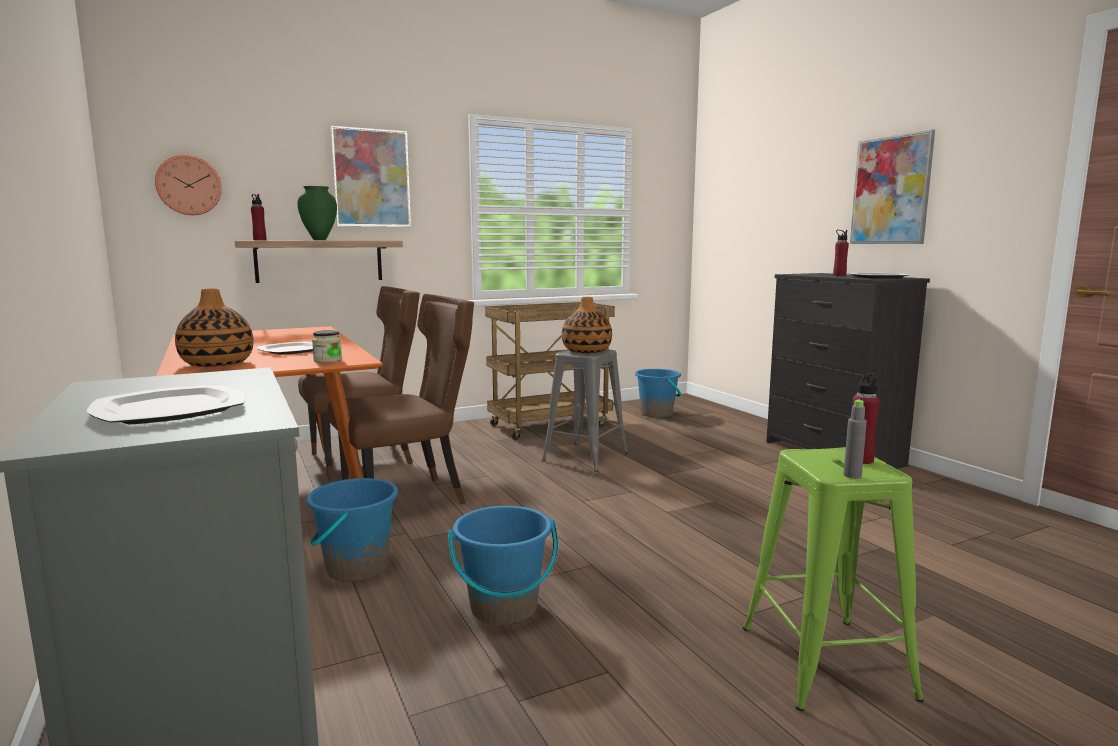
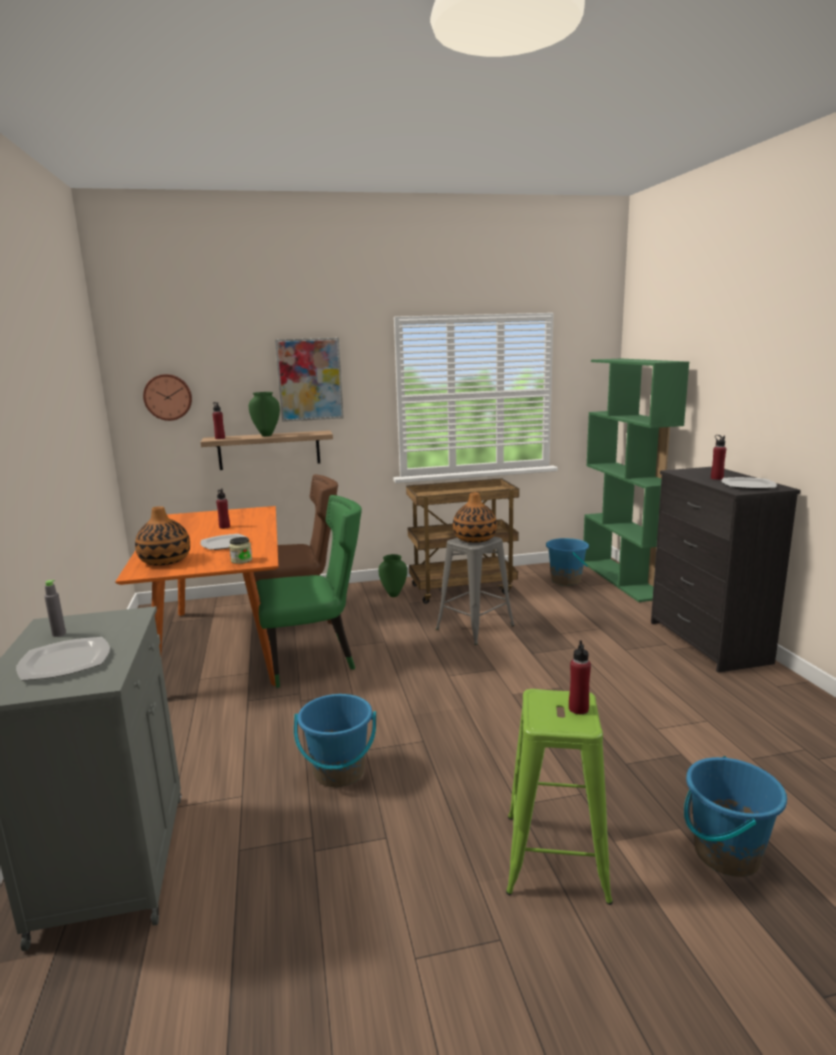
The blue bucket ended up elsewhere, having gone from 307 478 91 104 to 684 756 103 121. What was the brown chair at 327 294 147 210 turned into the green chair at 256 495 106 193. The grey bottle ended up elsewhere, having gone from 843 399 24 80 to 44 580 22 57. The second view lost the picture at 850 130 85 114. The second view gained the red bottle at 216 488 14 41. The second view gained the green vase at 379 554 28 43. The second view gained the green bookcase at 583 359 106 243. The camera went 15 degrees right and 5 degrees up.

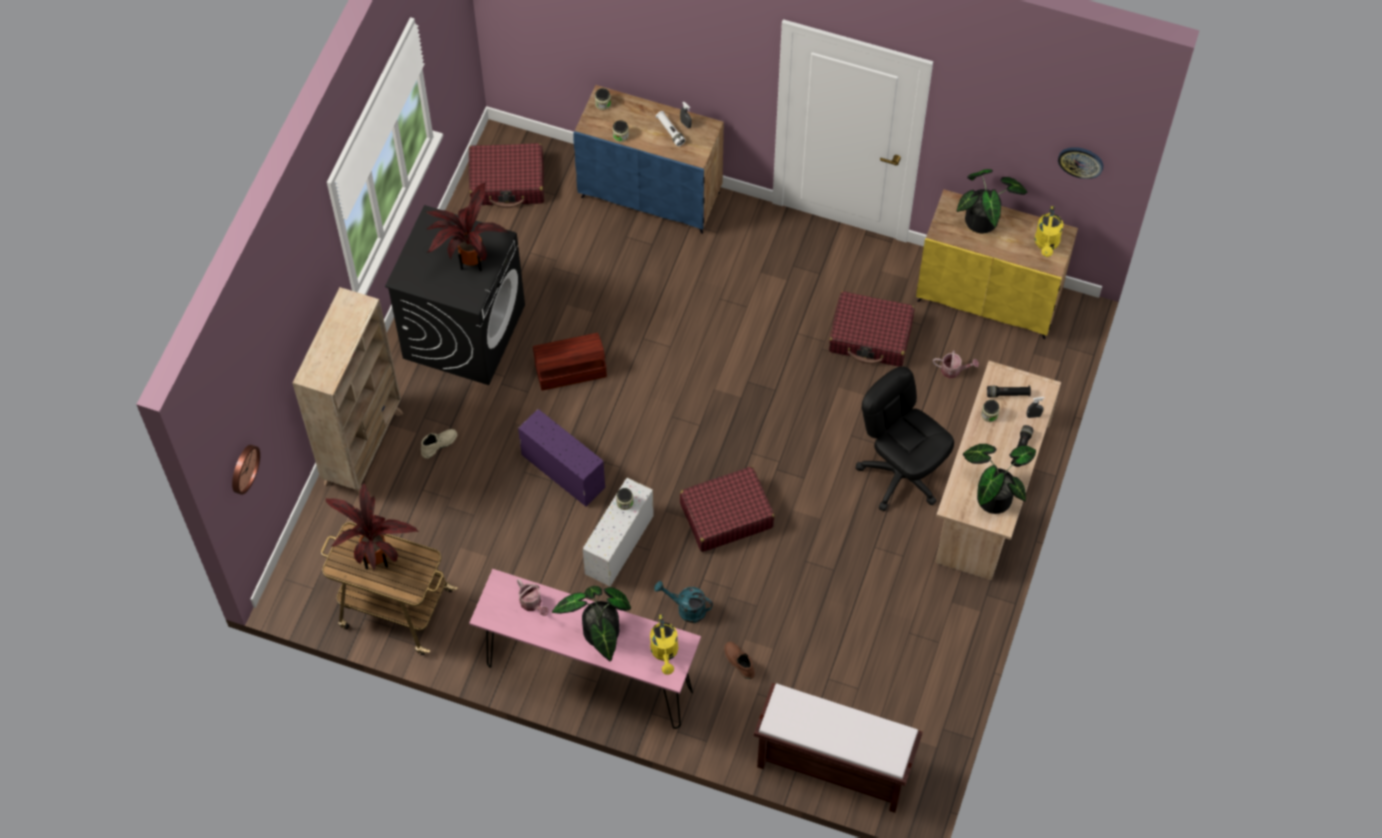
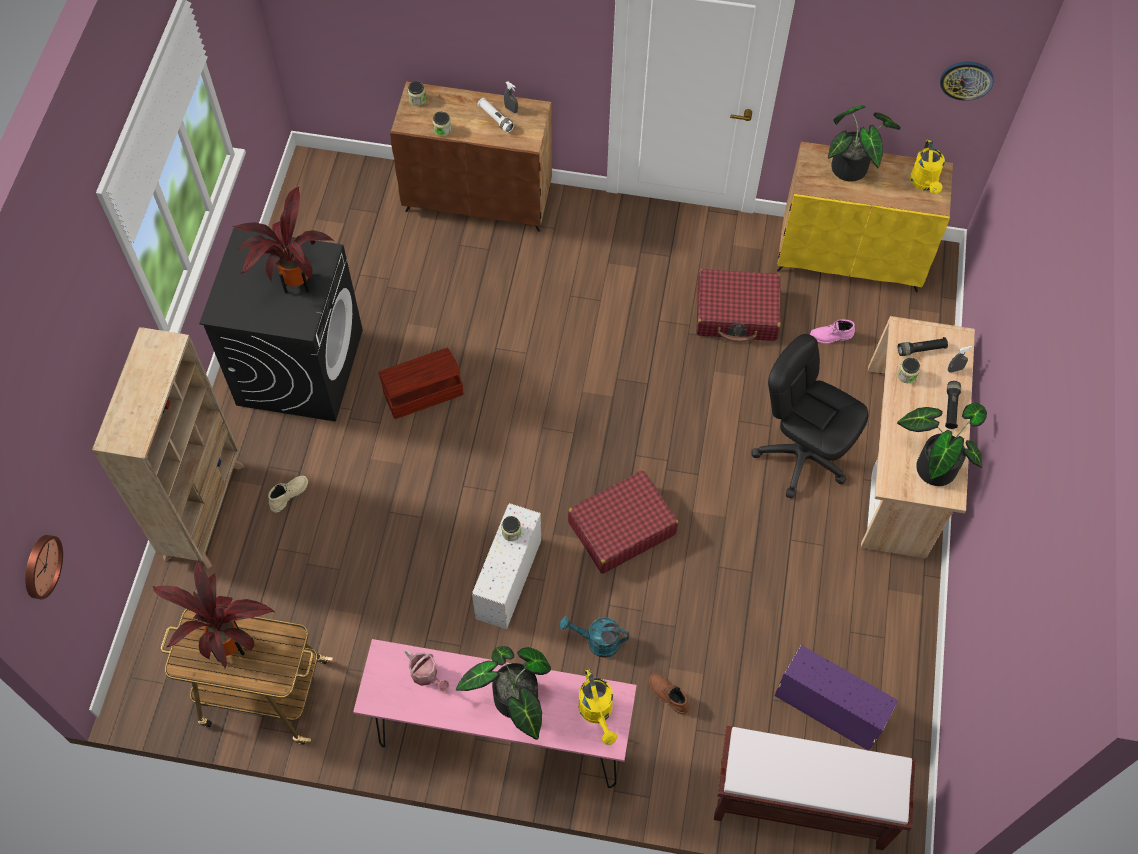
The second view lost the red suitcase at 469 143 75 65. The purple storage box ended up elsewhere, having gone from 518 409 87 97 to 774 645 125 106. What was the blue cabinet at 573 85 151 149 turned into the brown cabinet at 390 81 162 151. Where the watering can stood at 933 350 46 28, the pink boot came to stand at 810 319 45 25. The camera went 10 degrees left and 0 degrees up.

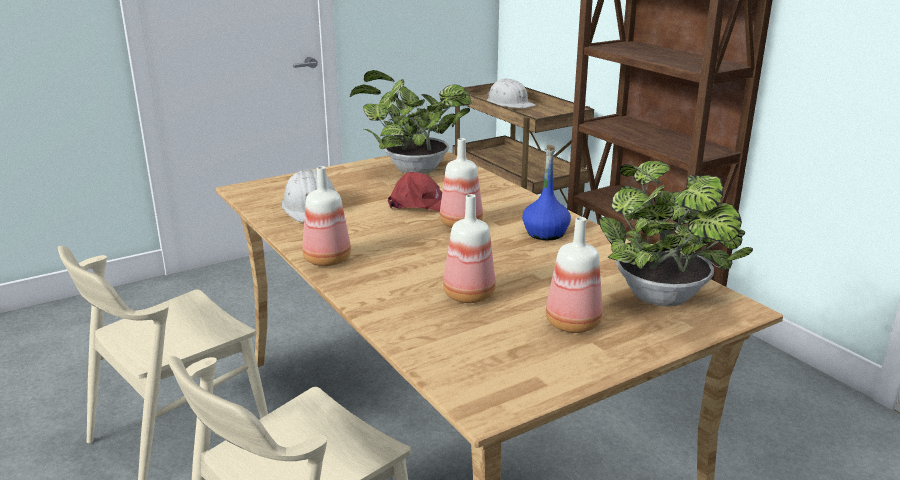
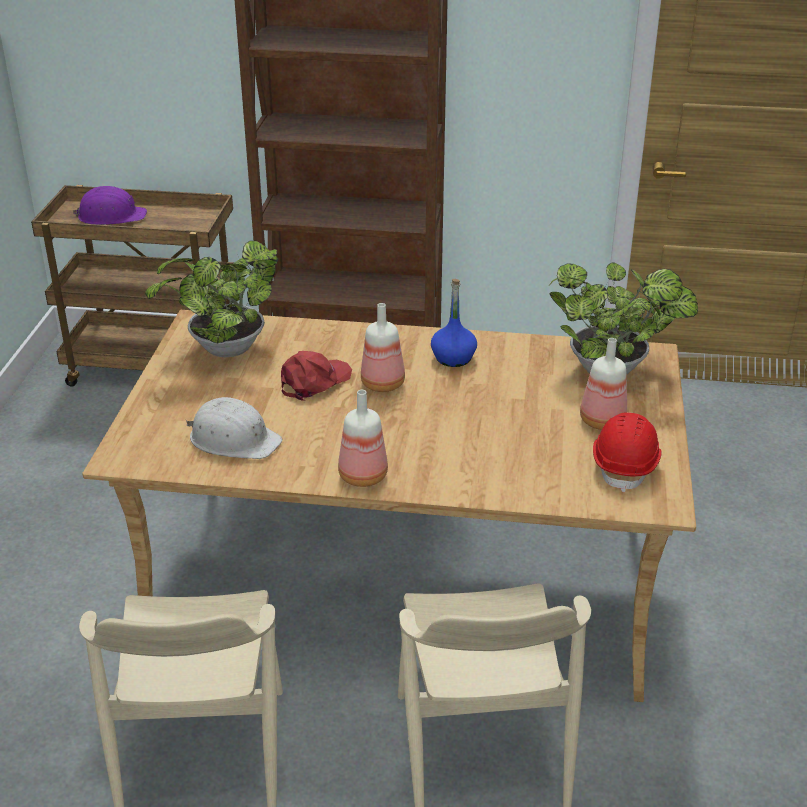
The second view lost the bottle at 443 194 53 109. What was the white hard hat at 487 79 49 30 turned into the purple hard hat at 72 186 75 39. The second view gained the red hard hat at 593 412 69 80. The camera went 50 degrees left and 10 degrees up.

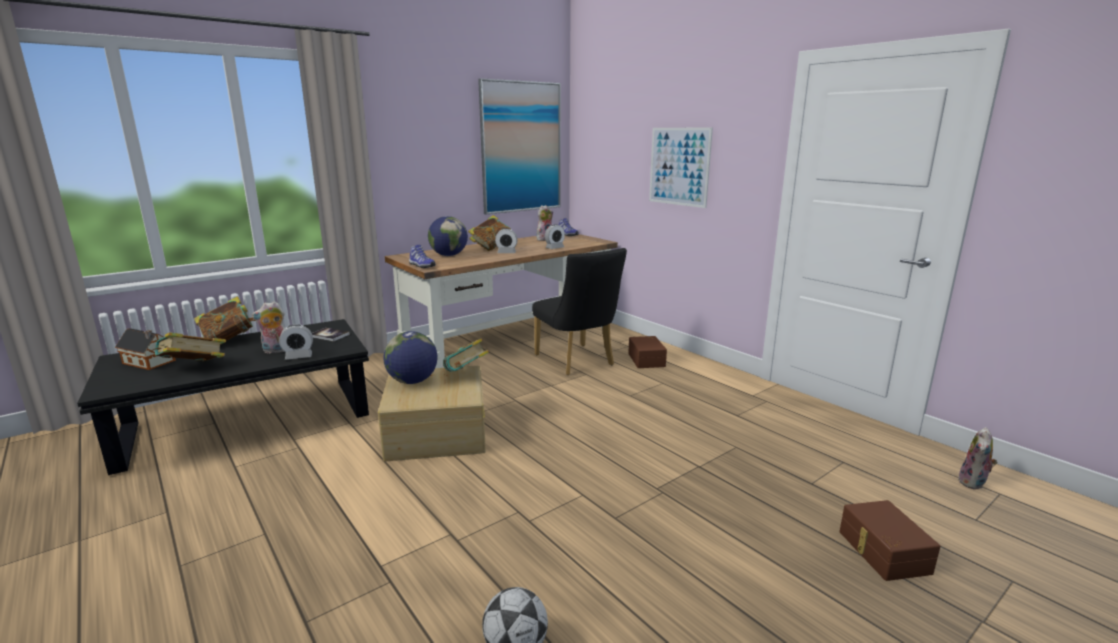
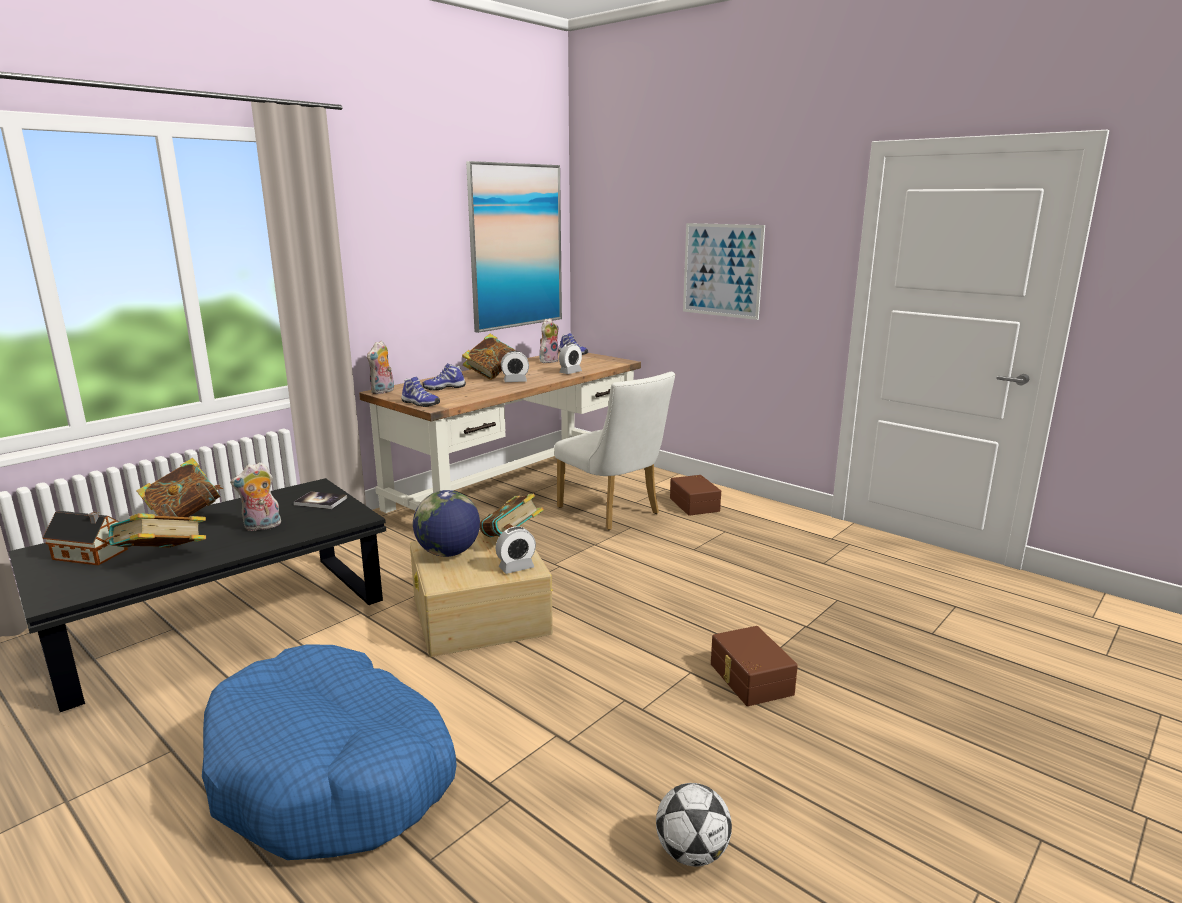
The alarm clock ended up elsewhere, having gone from 279 324 34 36 to 496 526 40 48. Where the globe stood at 428 216 40 40, the shoe came to stand at 422 363 44 27. What was the black chair at 532 248 95 127 turned into the white chair at 554 372 121 158. The brown storage box ended up elsewhere, having gone from 839 500 101 81 to 711 626 87 80. The plush toy ended up elsewhere, having gone from 958 427 39 63 to 367 340 27 54. The second view gained the blue dog bed at 202 644 255 216. The camera went 10 degrees left and 0 degrees up.

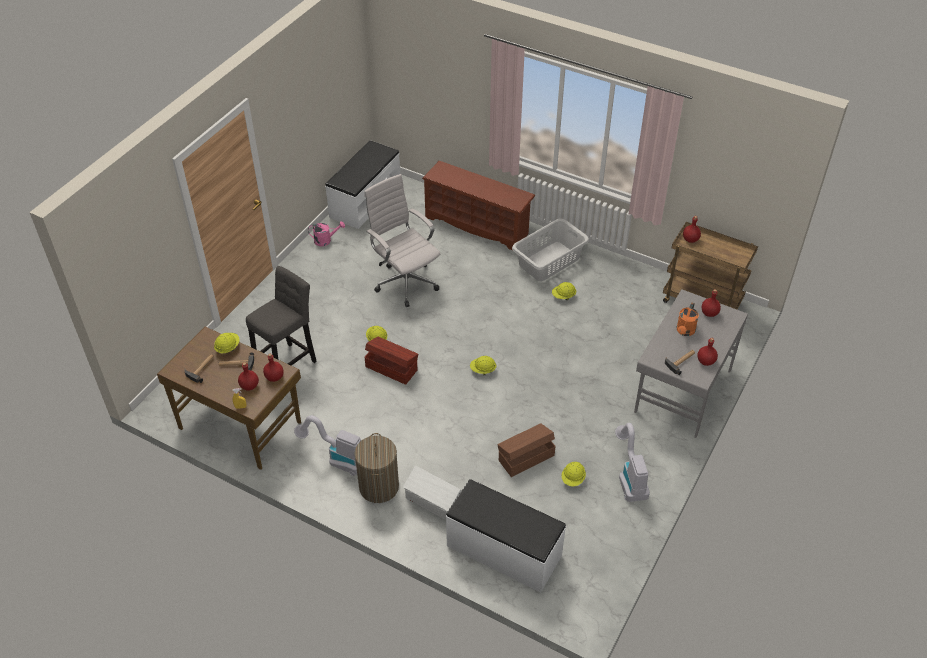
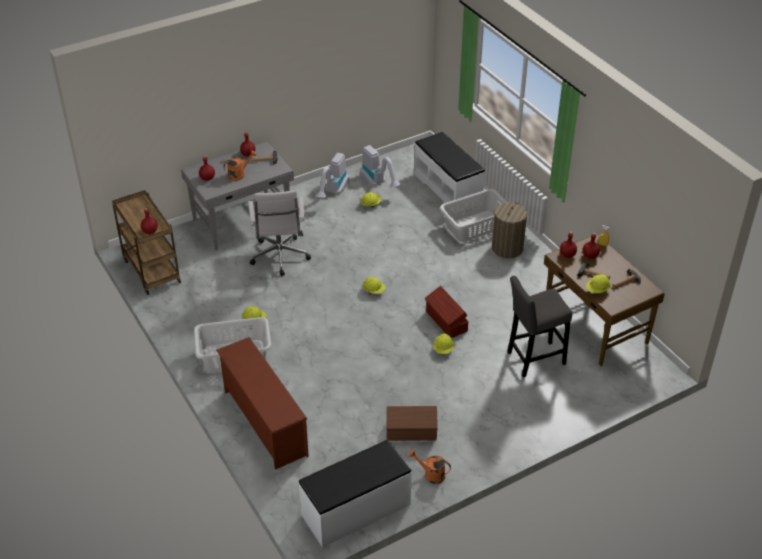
The vacuum cleaner ended up elsewhere, having gone from 294 415 67 61 to 360 145 41 42. What was the pink watering can at 308 221 37 25 turned into the orange watering can at 408 449 43 35. The white office chair ended up elsewhere, having gone from 364 174 76 133 to 248 190 63 86. Where the white storage box stood at 403 466 59 54, the grey laundry basket came to stand at 440 189 67 53. The brown storage box ended up elsewhere, having gone from 497 423 59 54 to 387 406 51 35. The camera went 150 degrees left and 5 degrees down.

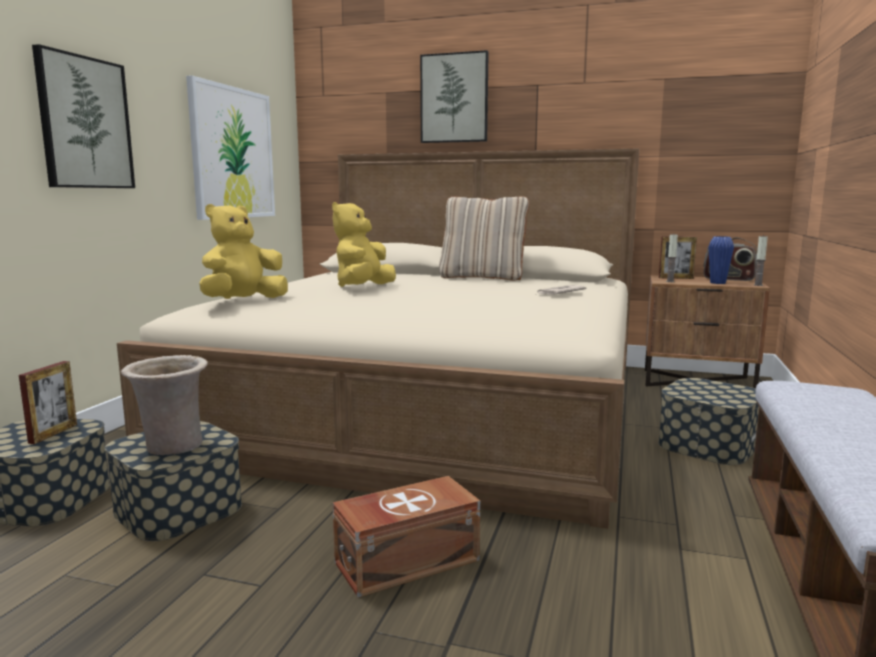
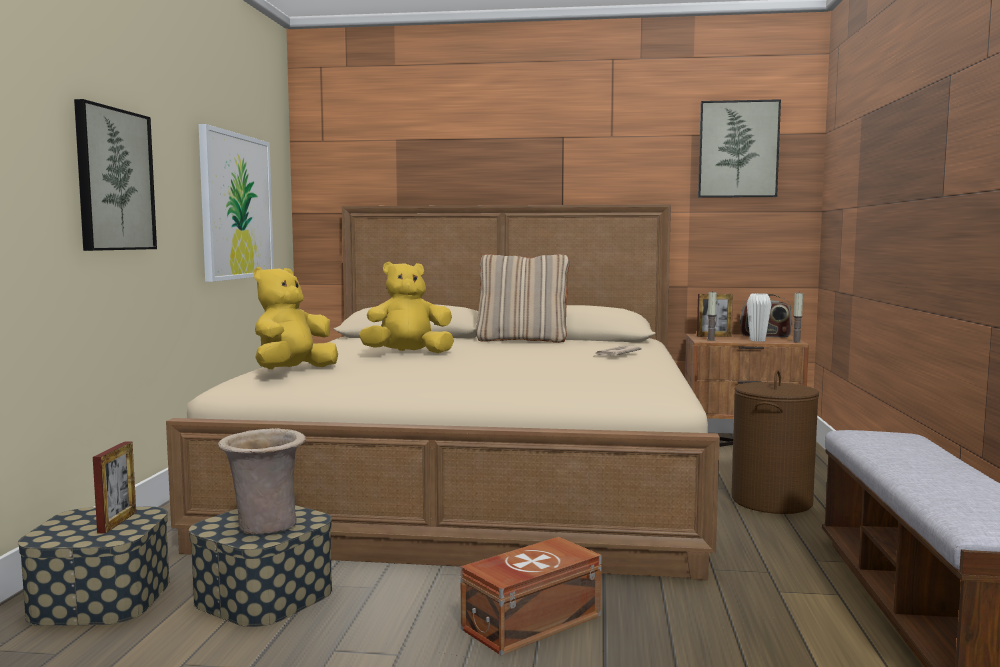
The yellow plush toy at 332 202 64 85 ended up facing another way, 60 degrees clockwise from before. The picture ended up elsewhere, having gone from 420 50 69 93 to 698 99 83 99. Where the storage box stood at 658 378 101 87, the brown laundry basket came to stand at 731 370 88 144. What was the blue vase at 708 236 26 48 turned into the white vase at 747 293 24 48. The camera went 10 degrees left and 5 degrees down.

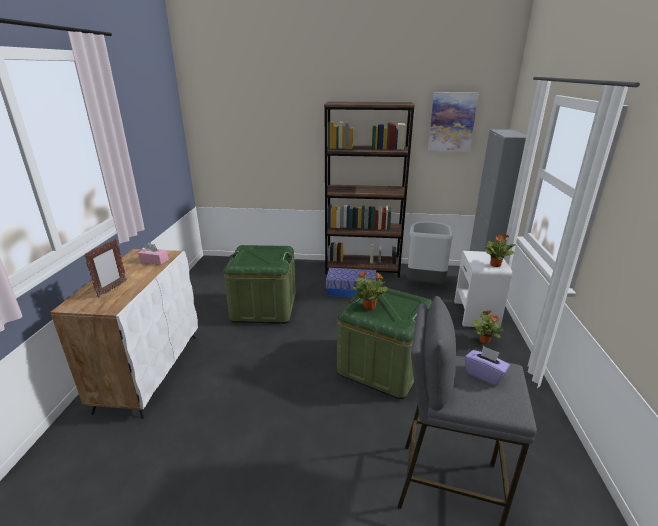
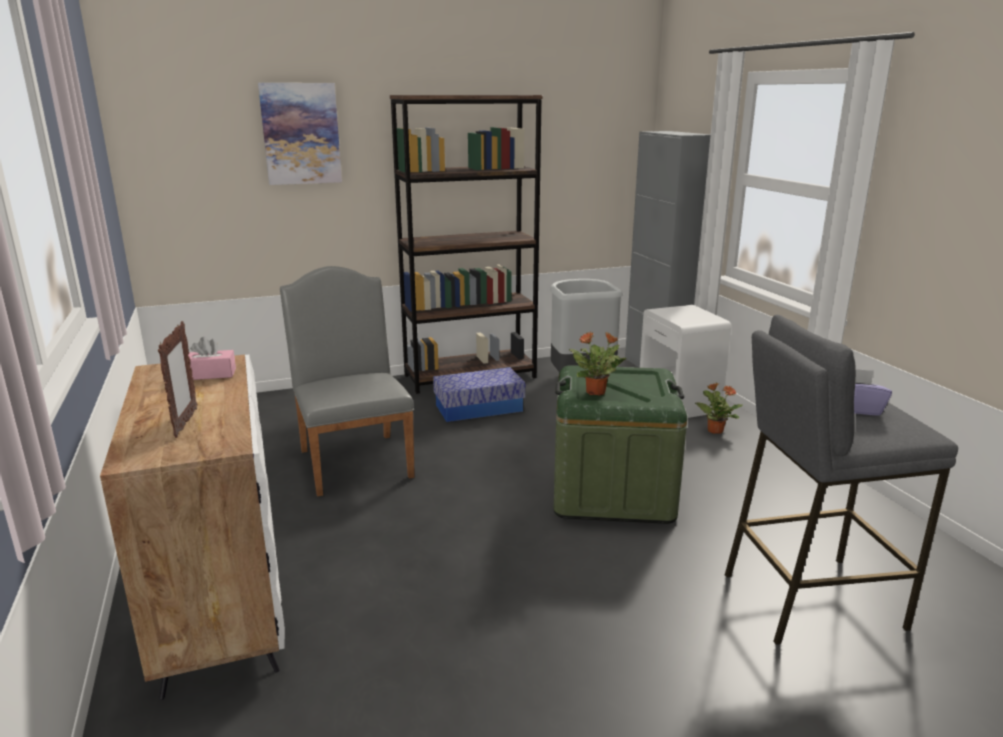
Where the green storage box stood at 224 245 72 79, the grey chair came to stand at 280 266 135 231. The picture ended up elsewhere, having gone from 428 92 50 60 to 258 83 84 102. The second view lost the potted plant at 485 233 31 34. The camera went 25 degrees left and 5 degrees down.

